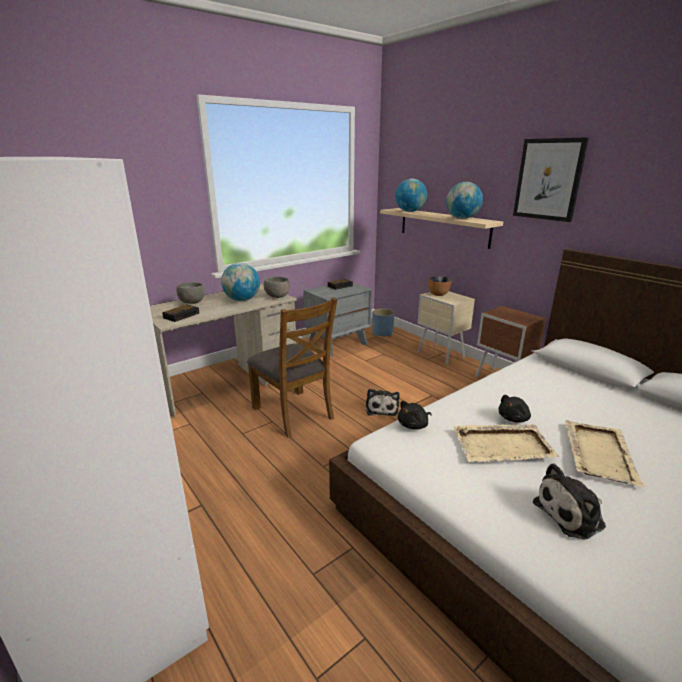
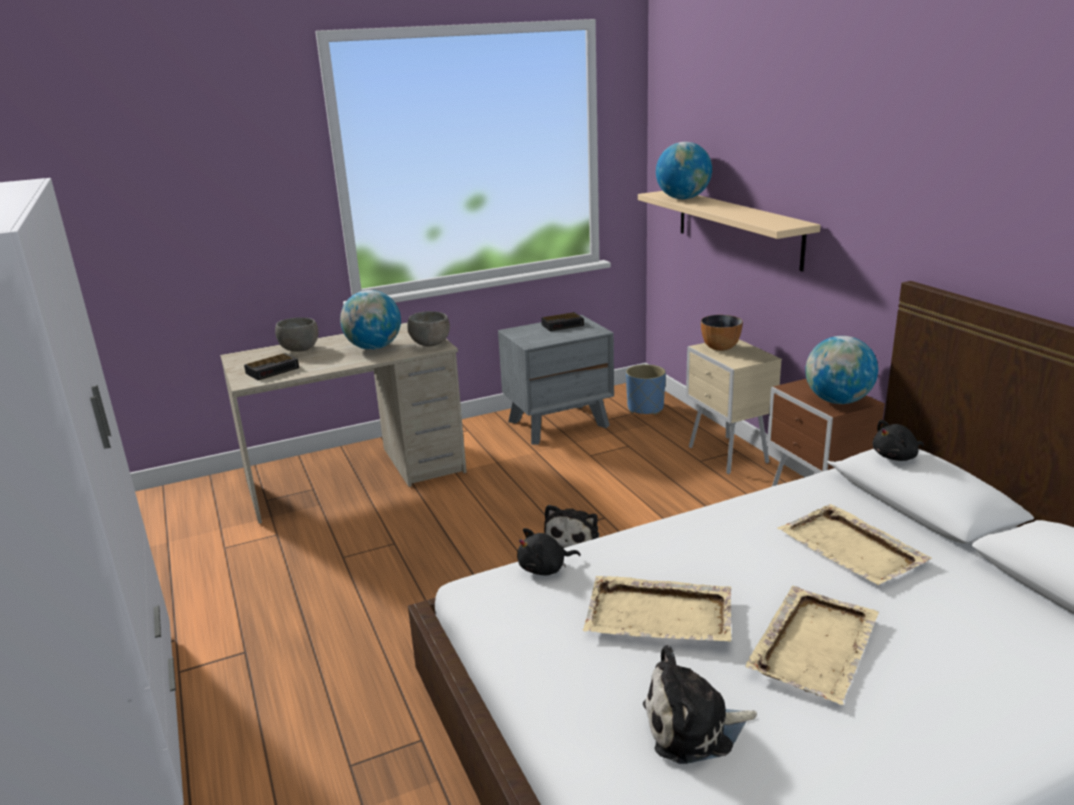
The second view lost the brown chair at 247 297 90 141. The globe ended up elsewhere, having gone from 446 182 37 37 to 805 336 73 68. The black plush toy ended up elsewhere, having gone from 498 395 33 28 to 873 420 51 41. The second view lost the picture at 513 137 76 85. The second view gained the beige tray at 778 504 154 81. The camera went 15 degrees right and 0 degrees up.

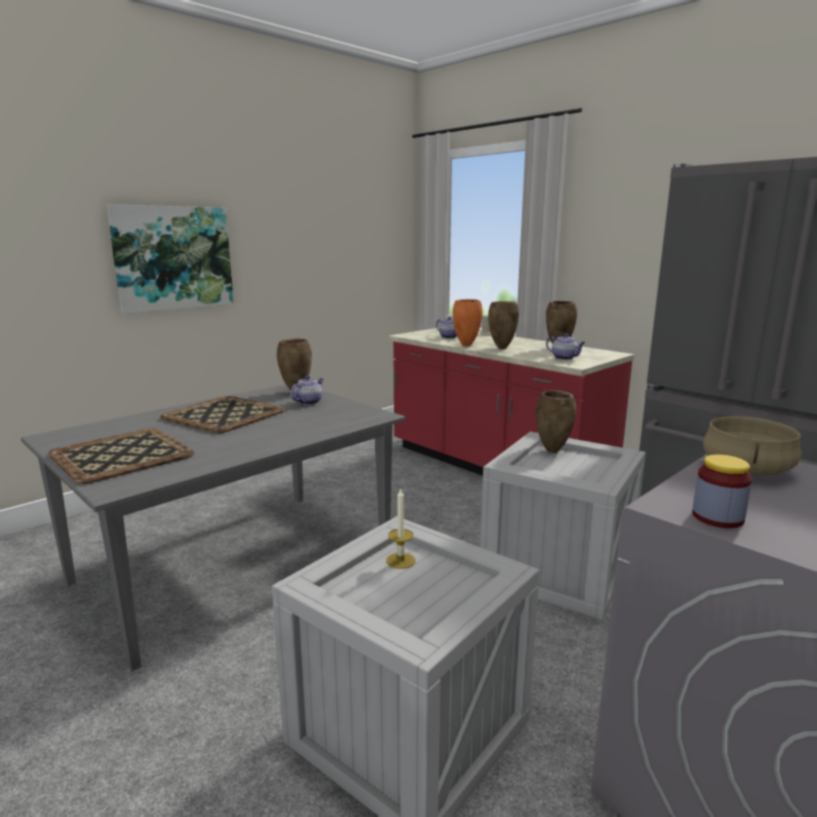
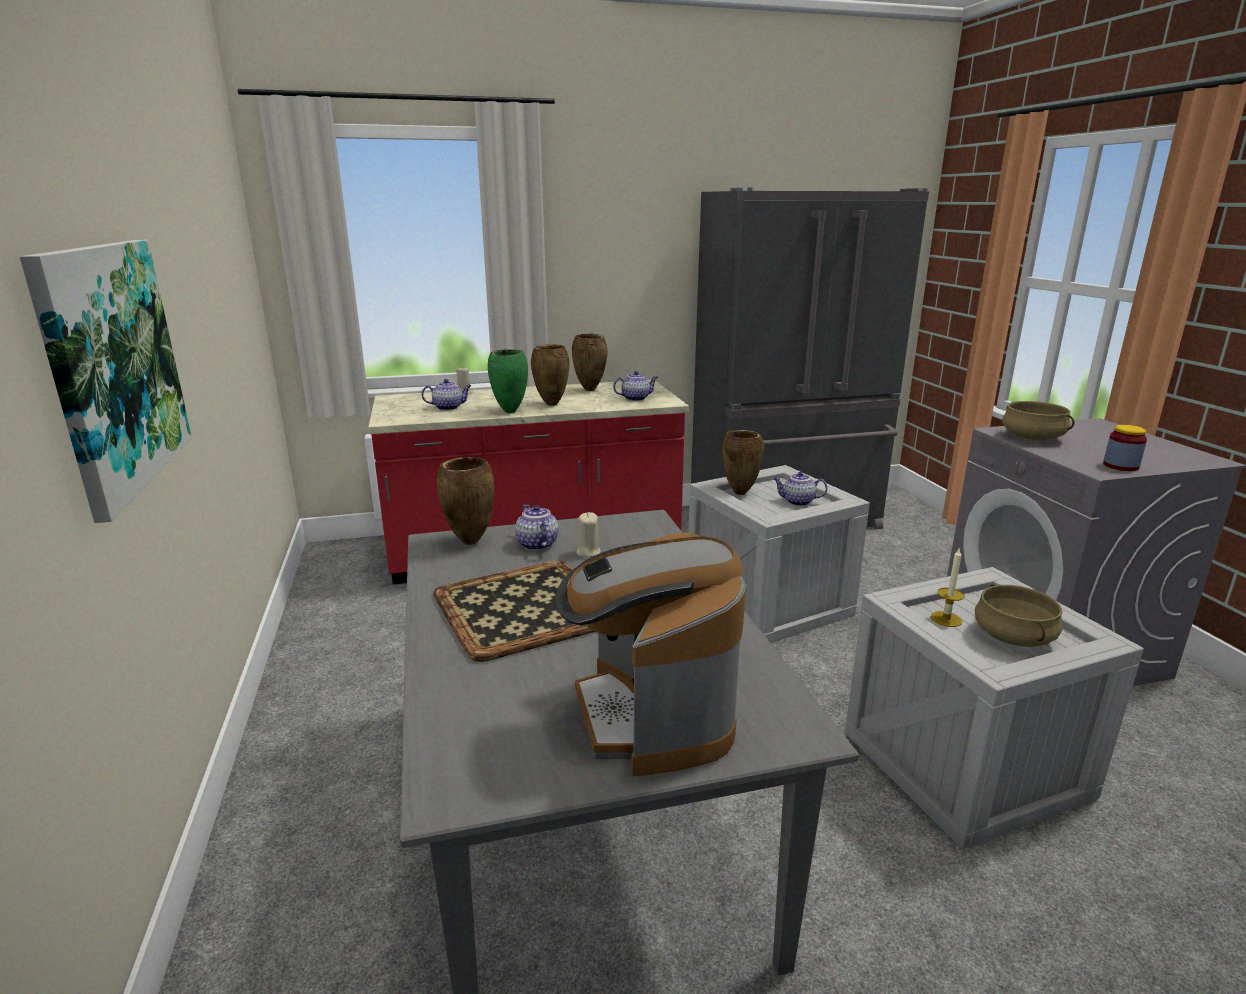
Where the tray stood at 48 428 146 56, the coffee machine came to stand at 555 533 191 243. What was the orange vase at 453 299 30 47 turned into the green vase at 488 349 40 64. The second view gained the beige candle at 576 512 25 46. The second view gained the teapot at 773 472 55 34. The second view gained the beige cooking pot at 975 584 88 63. The camera went 60 degrees left and 5 degrees up.

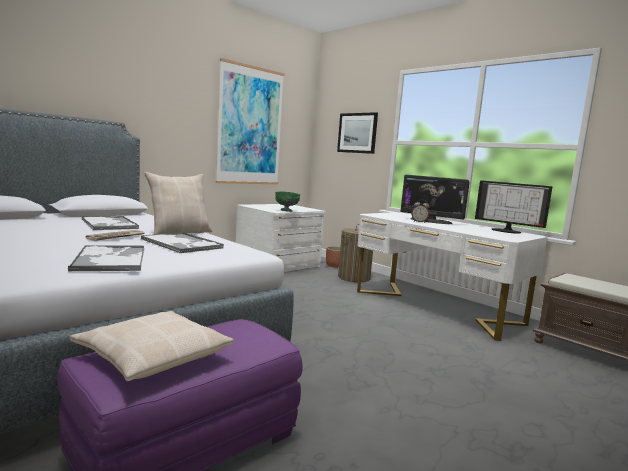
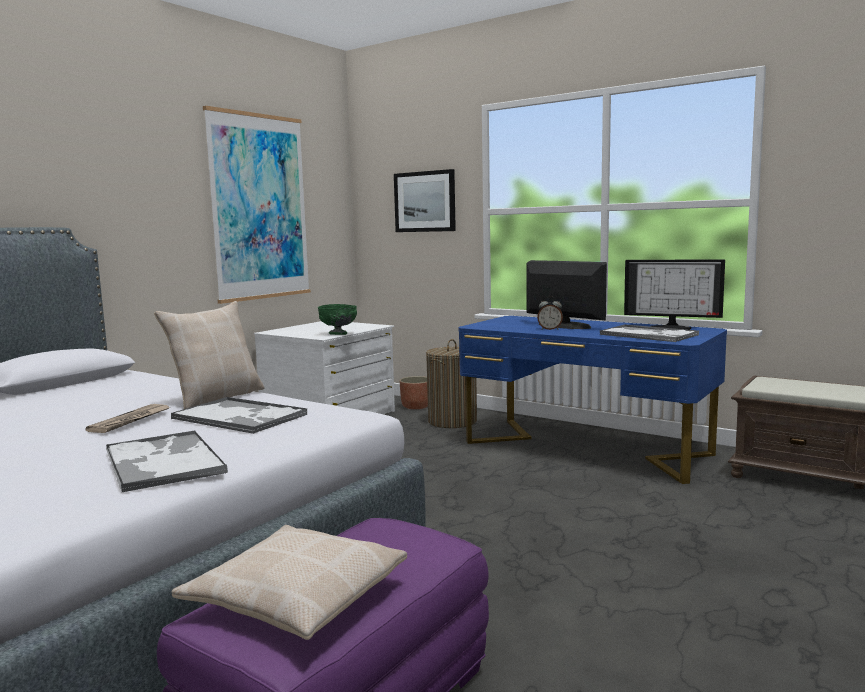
The tray ended up elsewhere, having gone from 82 216 57 14 to 600 324 99 18. What was the white desk at 357 212 190 129 turned into the blue desk at 458 316 269 168. The monitor at 400 175 70 49 ended up facing another way, 150 degrees counterclockwise from before. The camera went 10 degrees left and 0 degrees up.

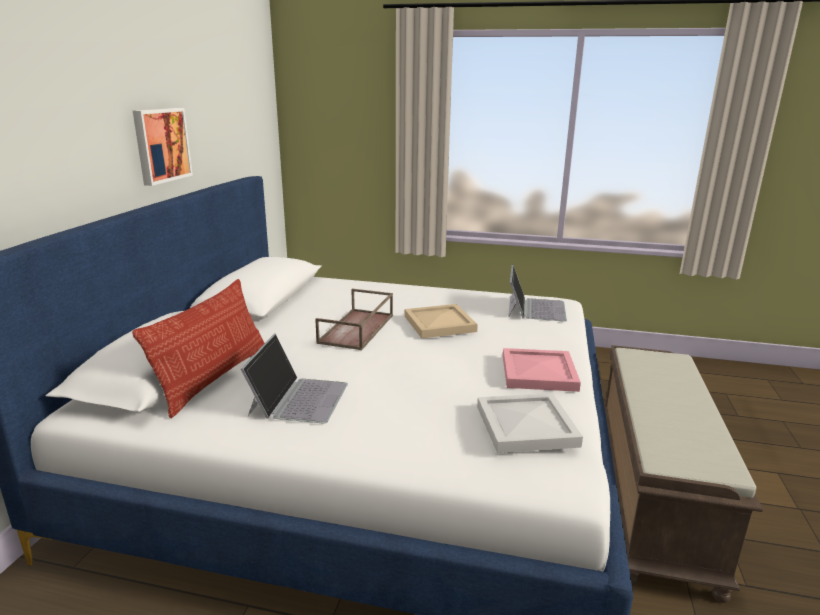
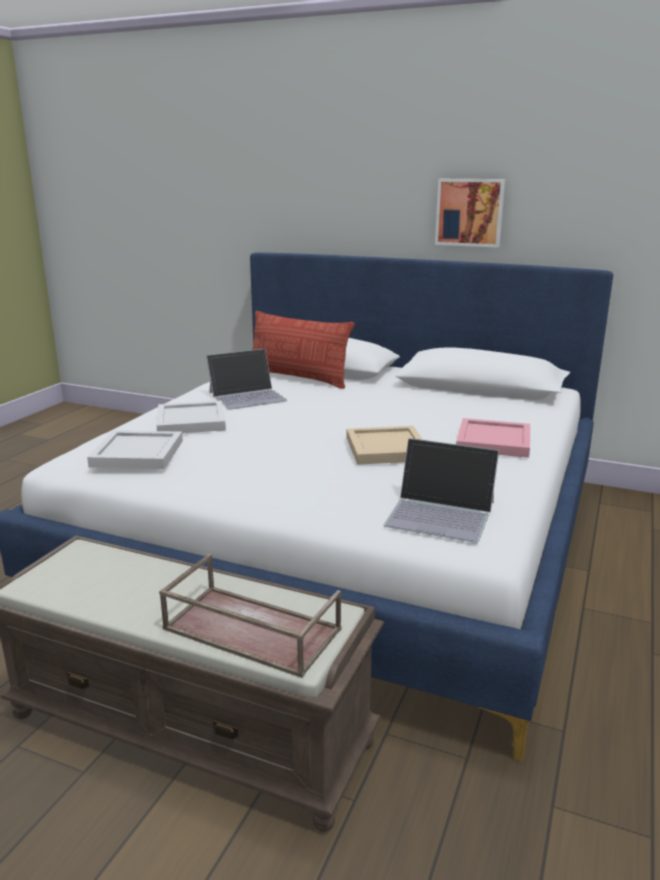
The laptop at 241 333 107 91 ended up facing another way, 45 degrees counterclockwise from before. The brown tray ended up elsewhere, having gone from 315 289 78 61 to 159 554 182 124. The pink tray ended up elsewhere, having gone from 503 348 78 44 to 456 418 74 40. The second view gained the white tray at 156 401 70 32. The camera went 100 degrees right and 0 degrees up.

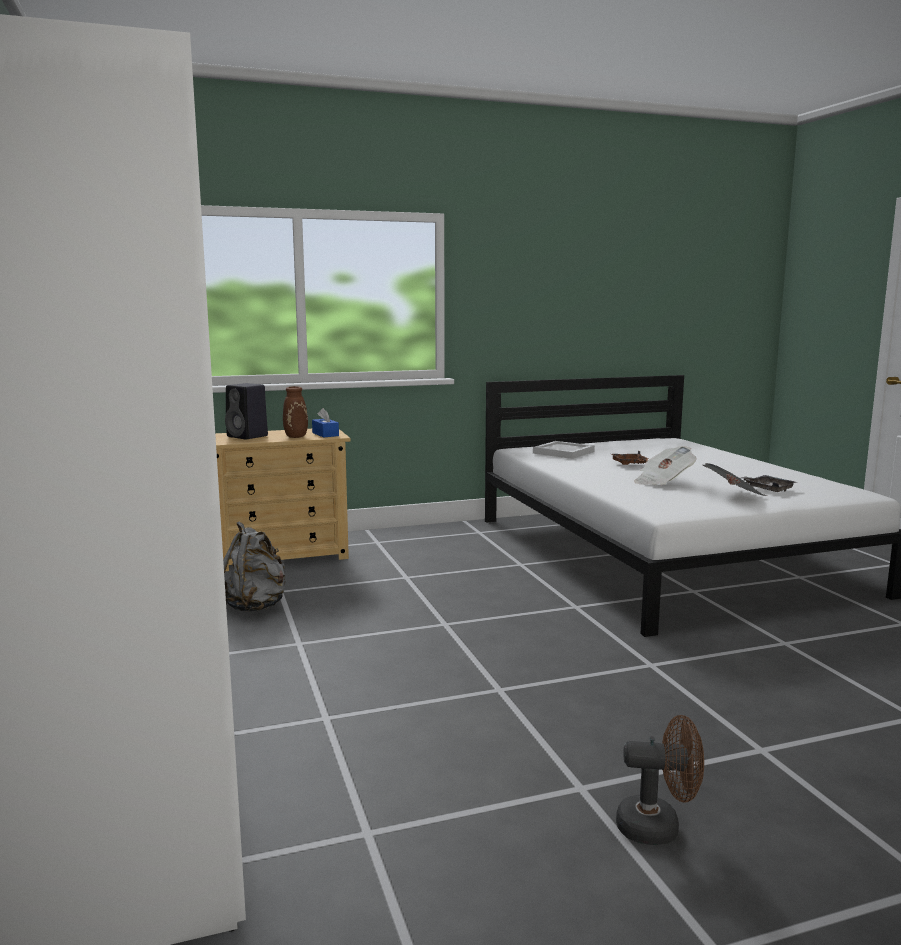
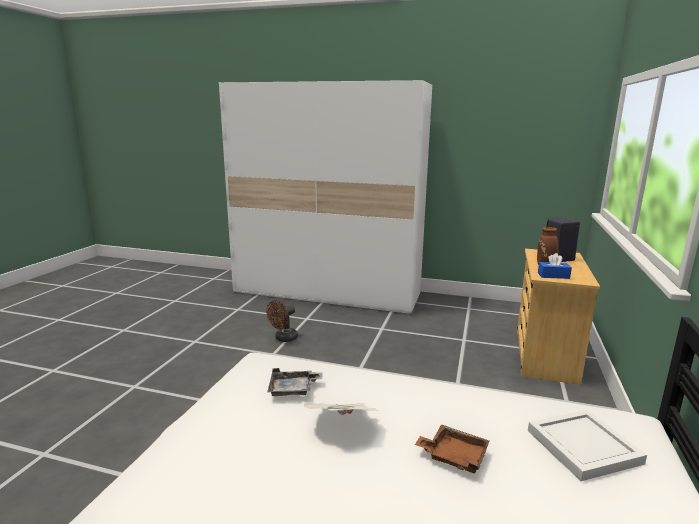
The second view lost the grey backpack at 223 521 63 91. The brown fan ended up elsewhere, having gone from 616 715 88 130 to 267 300 31 42. The second view lost the newspaper at 703 463 64 33. The grey tray ended up elsewhere, having gone from 741 475 56 17 to 267 368 56 28. The camera went 125 degrees right and 5 degrees up.

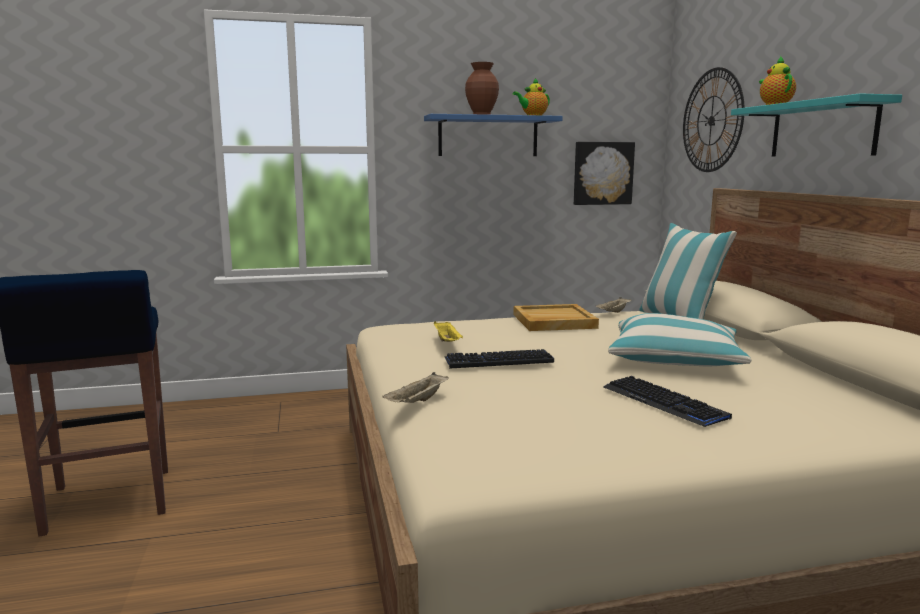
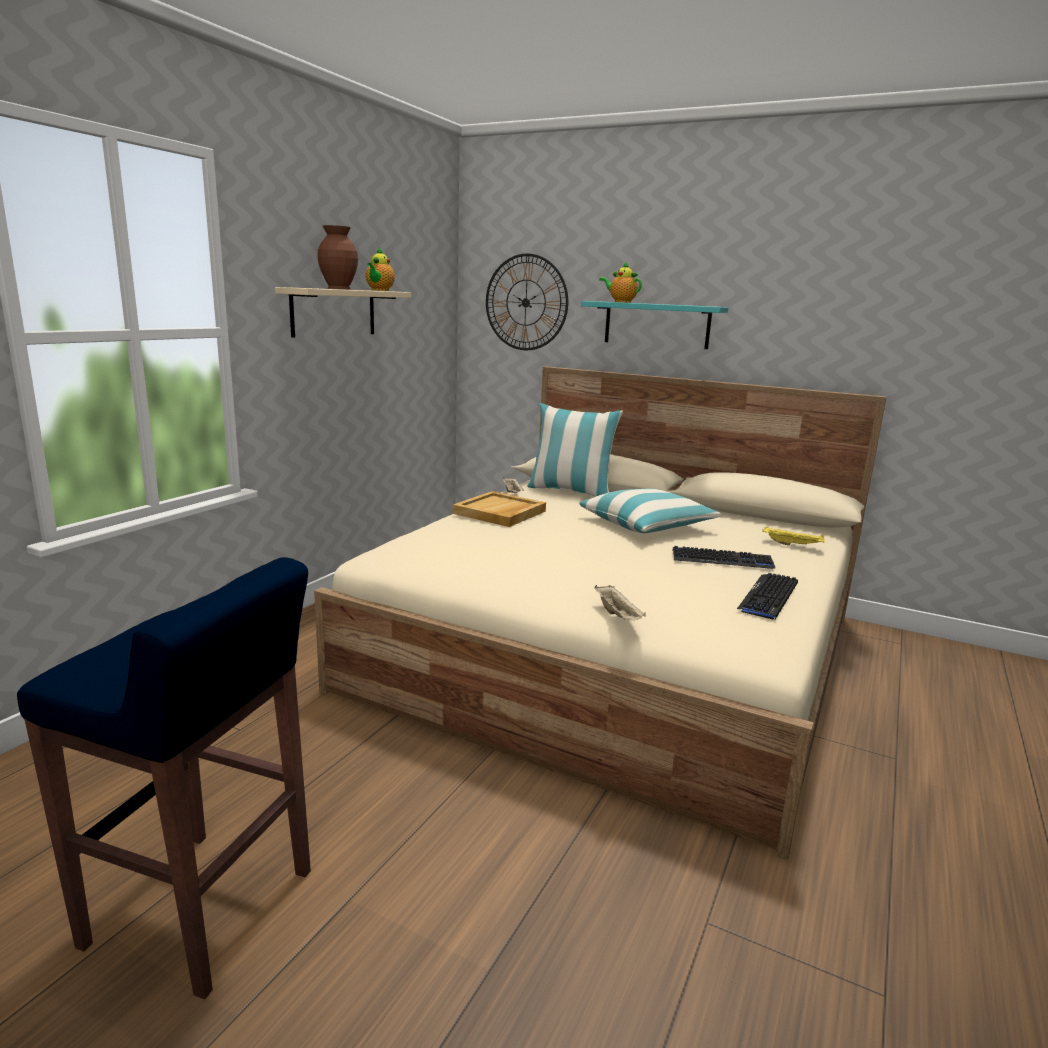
What was the blue shelf at 424 114 139 42 turned into the beige shelf at 275 287 136 51. The yellow tray ended up elsewhere, having gone from 434 321 29 21 to 762 527 63 19. The keyboard ended up elsewhere, having gone from 444 349 110 20 to 737 573 61 47. The second view lost the picture at 574 142 61 63. The camera went 50 degrees left and 5 degrees up.

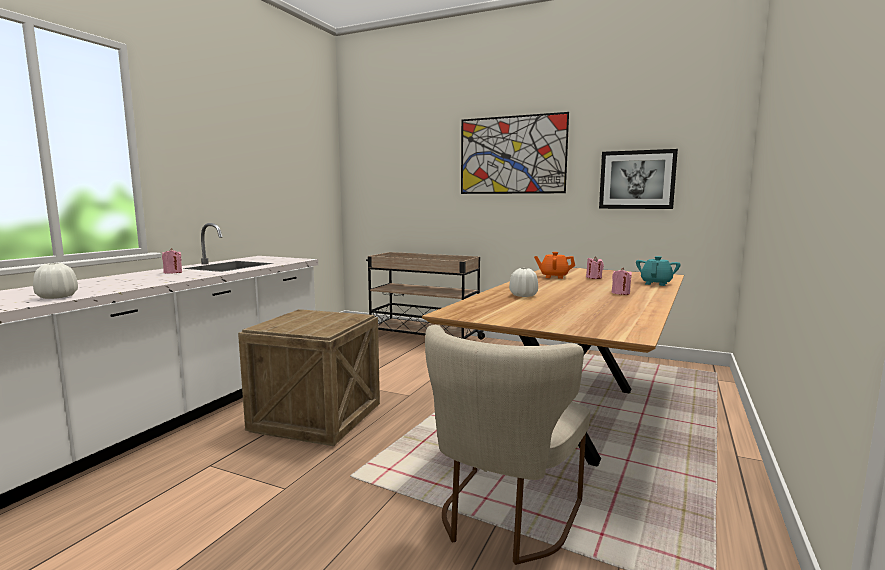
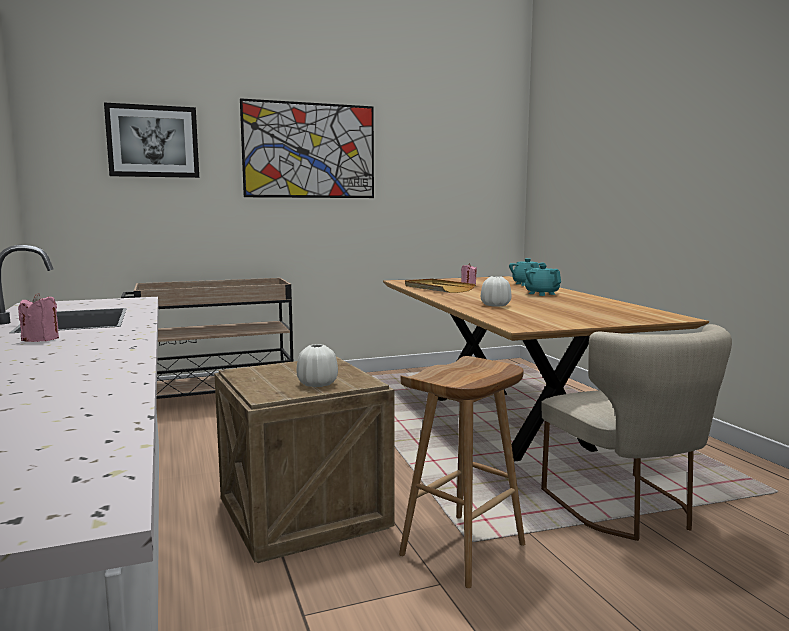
The white vase ended up elsewhere, having gone from 33 263 45 36 to 297 344 41 43. Where the orange teapot stood at 534 252 41 27, the beige tray came to stand at 405 279 71 14. The picture ended up elsewhere, having gone from 599 149 79 60 to 104 103 95 75. Where the pink candle stood at 612 268 20 27, the turquoise teapot came to stand at 524 265 37 31. The second view gained the brown stool at 399 356 126 232. The camera went 45 degrees left and 0 degrees up.

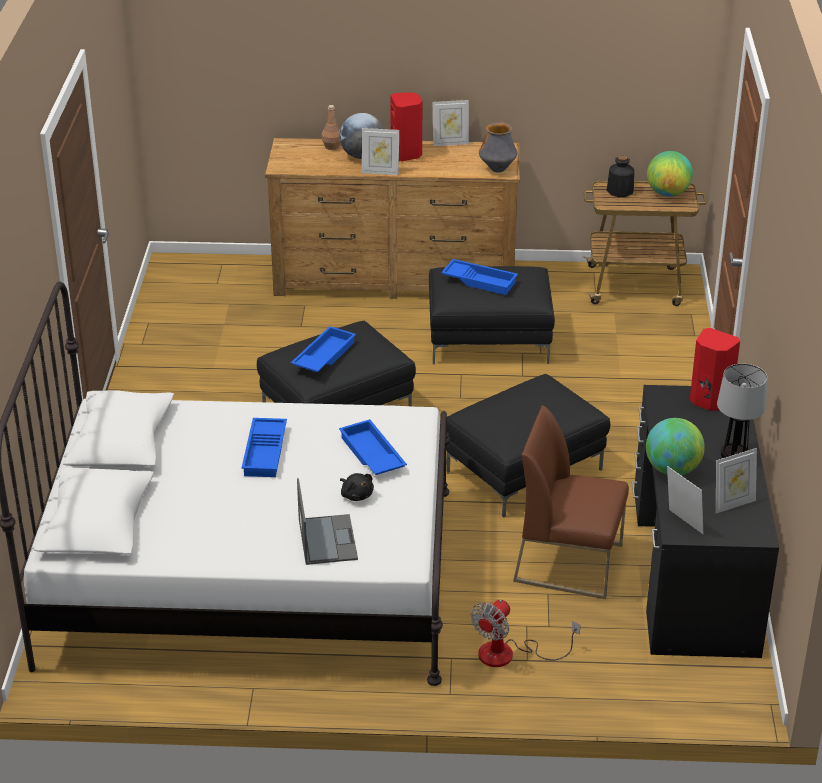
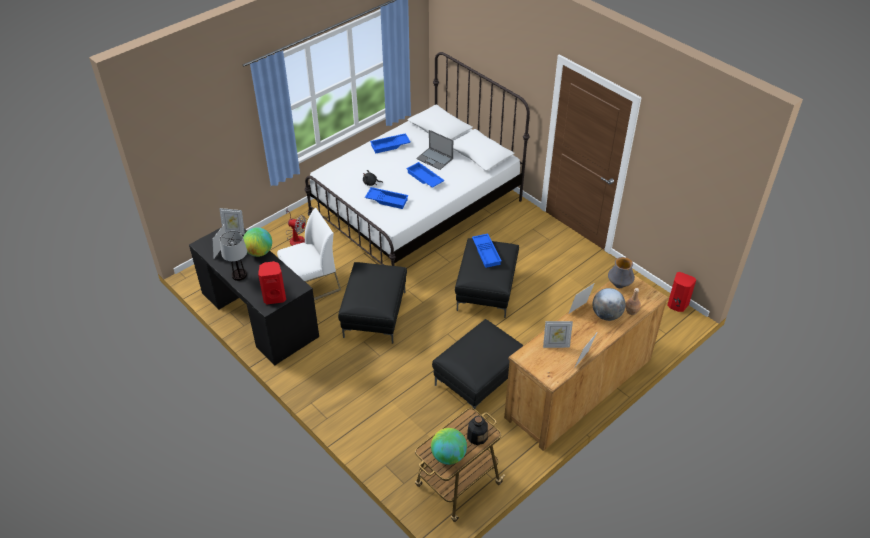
The laptop ended up elsewhere, having gone from 297 478 61 87 to 416 130 37 40. The red speaker ended up elsewhere, having gone from 390 92 32 69 to 667 272 29 40. The blue tray ended up elsewhere, having gone from 441 259 77 36 to 370 133 41 20. The fan at 471 600 110 67 ended up facing another way, 120 degrees clockwise from before. The vase ended up elsewhere, having gone from 479 122 39 51 to 608 257 27 31. What was the brown chair at 513 405 116 194 turned into the white chair at 277 208 64 92. The second view gained the picture frame at 543 321 30 27. The camera went 135 degrees right and 10 degrees up.

